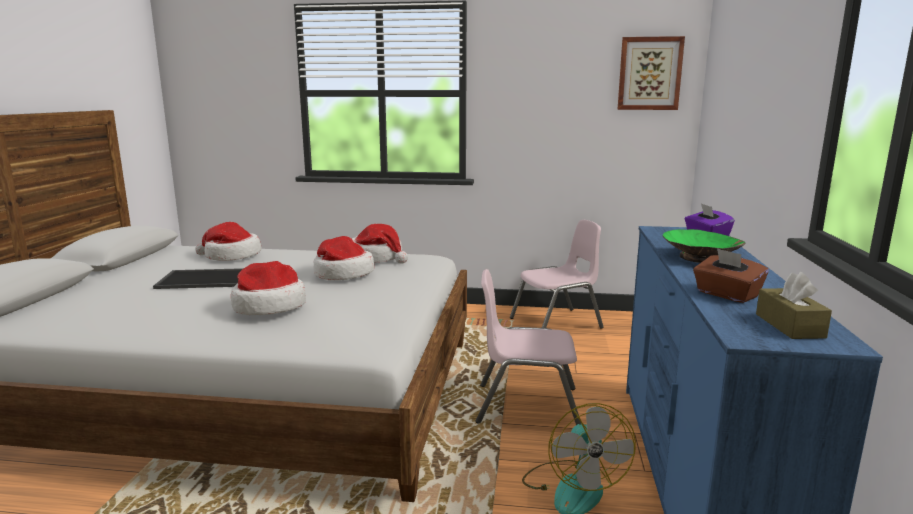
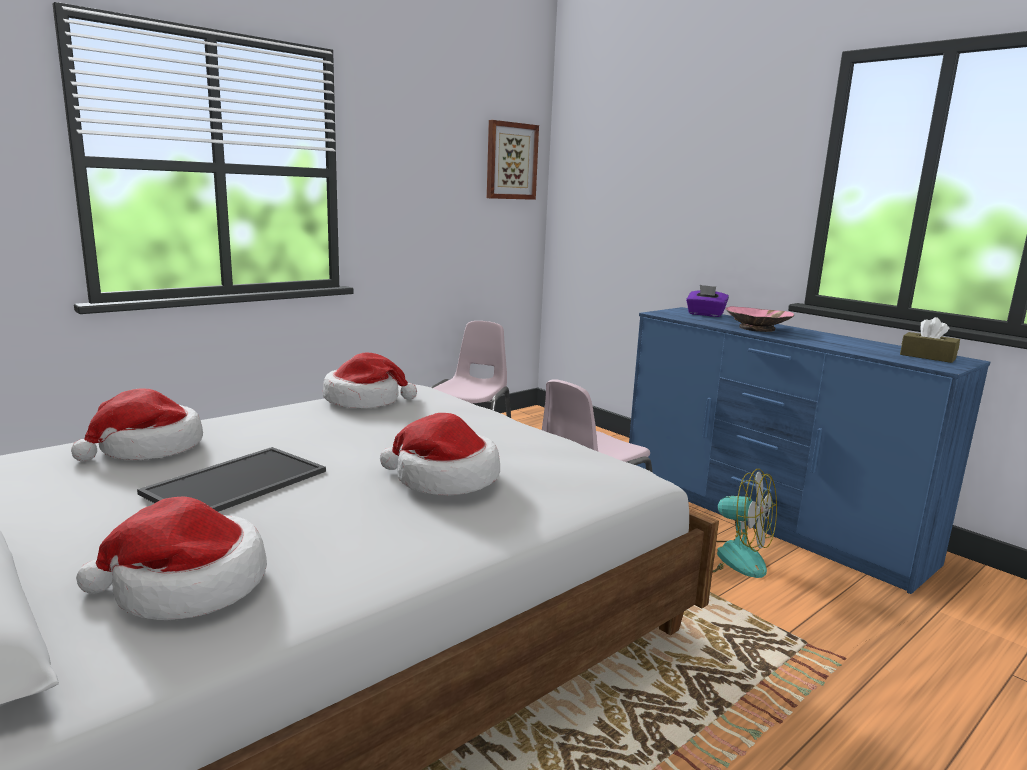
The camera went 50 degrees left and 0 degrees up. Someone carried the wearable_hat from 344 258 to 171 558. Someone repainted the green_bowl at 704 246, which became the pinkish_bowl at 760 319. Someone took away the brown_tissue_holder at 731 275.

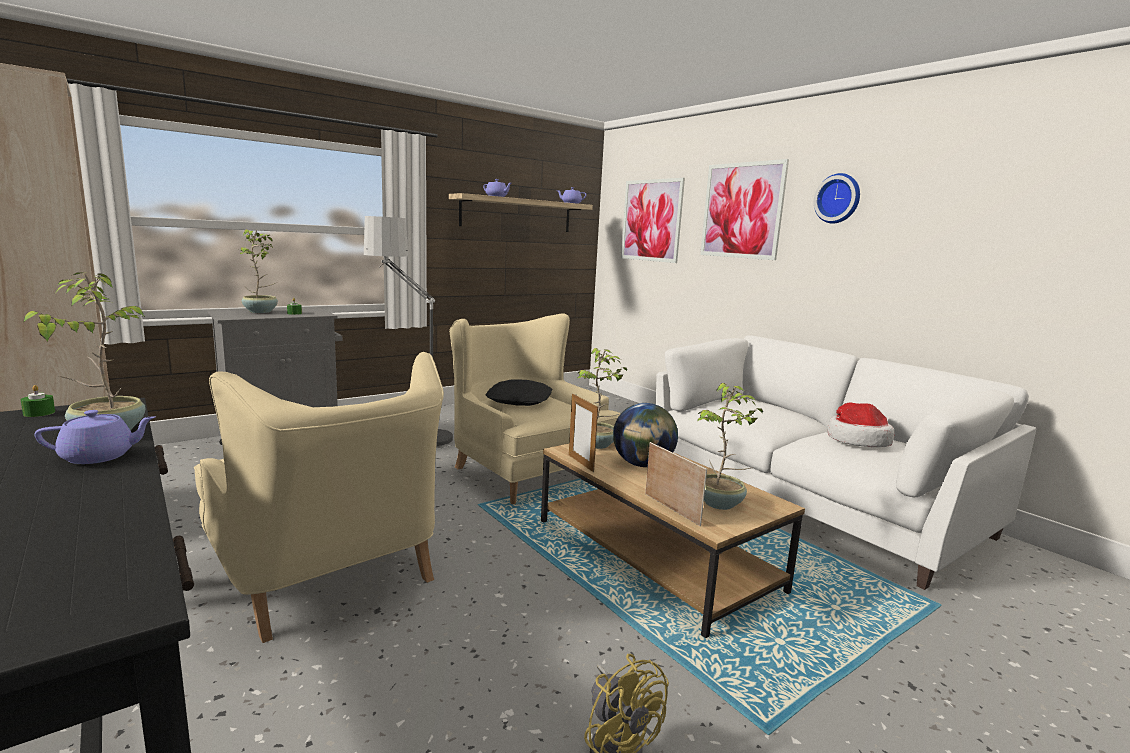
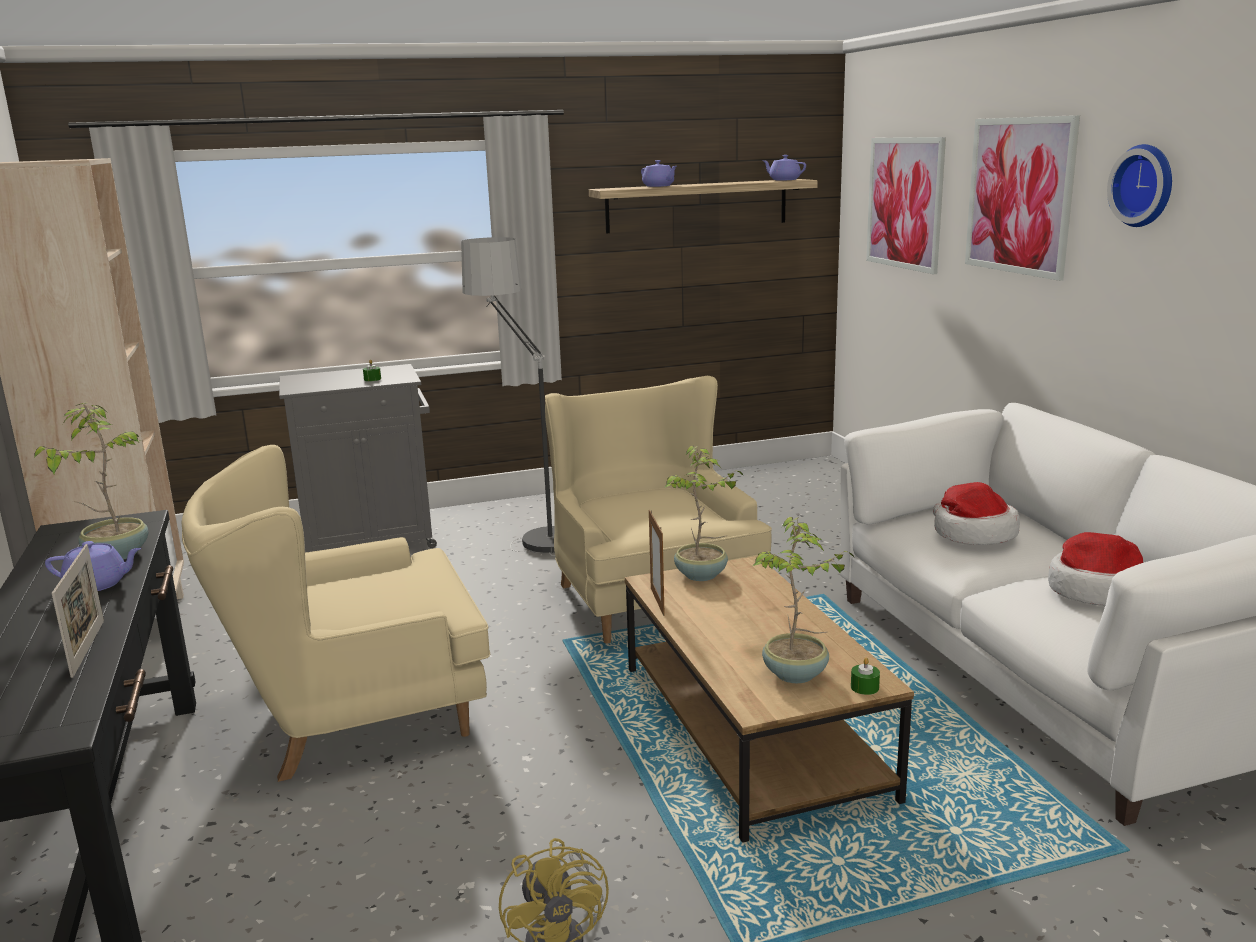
The camera went 20 degrees right and 5 degrees up. Someone carried the green_candle from 38 401 to 865 676. Someone rotated the beige-coloured_lounge_chair at 319 497 by 90 degrees clockwise. Someone took away the potted_plant at 257 271. Someone took away the black_cushion at 519 392. Someone took away the globe at 645 435. Someone carried the photo_frame from 676 484 to 77 611. Someone put down the wearable_hat at 976 513.

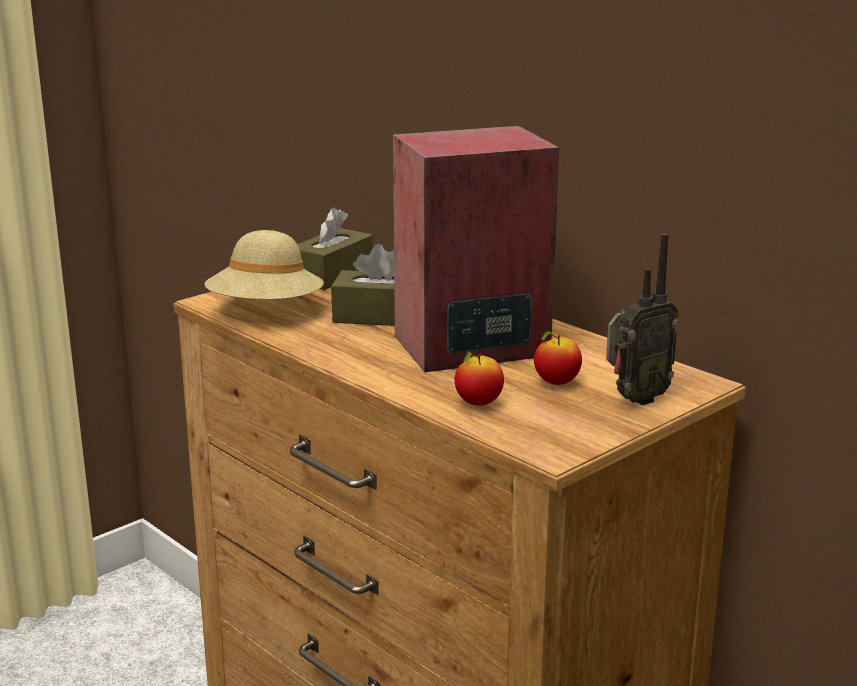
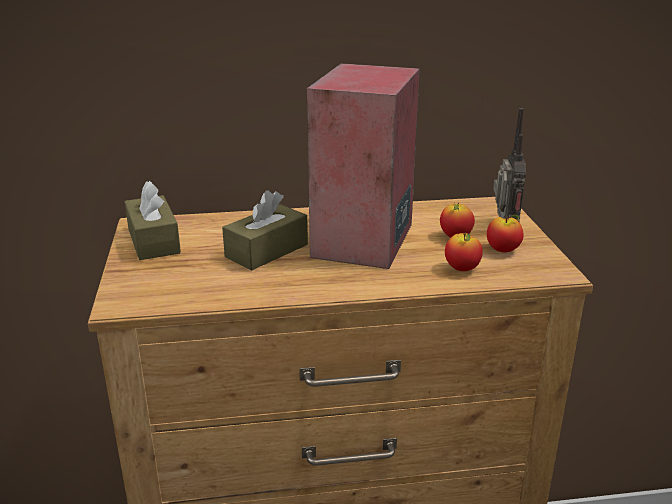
The camera went 55 degrees left and 5 degrees up. Someone took away the beige-coloured_wearable_hat at 264 265. Someone put down the apple_fruit at 505 233.

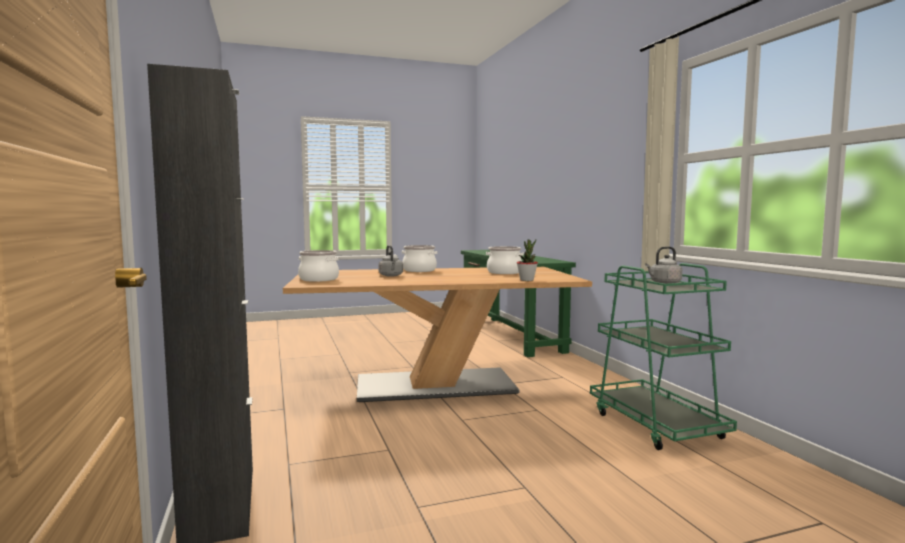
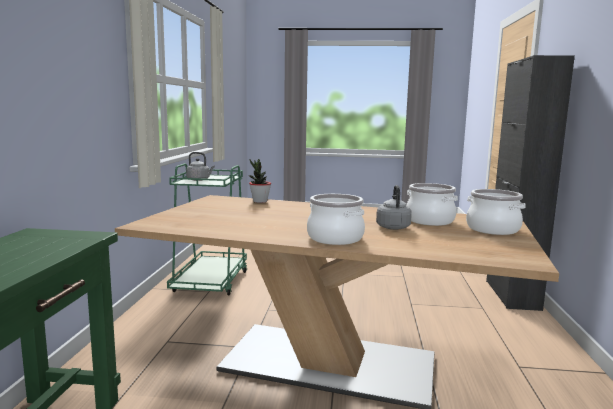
The camera went 155 degrees left and 5 degrees up. Someone carried the stockpot from 505 260 to 432 204.

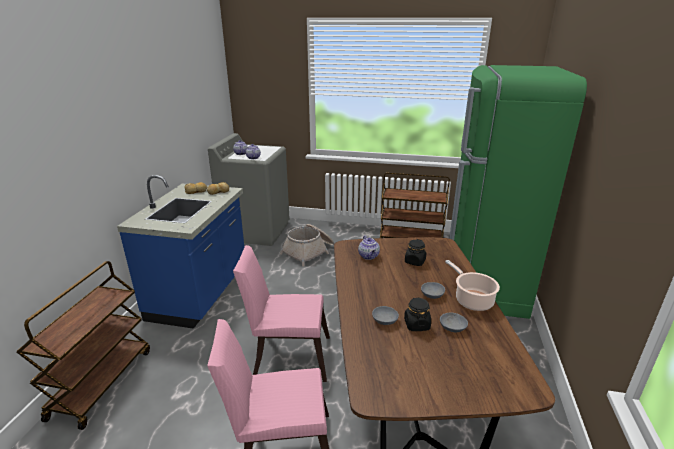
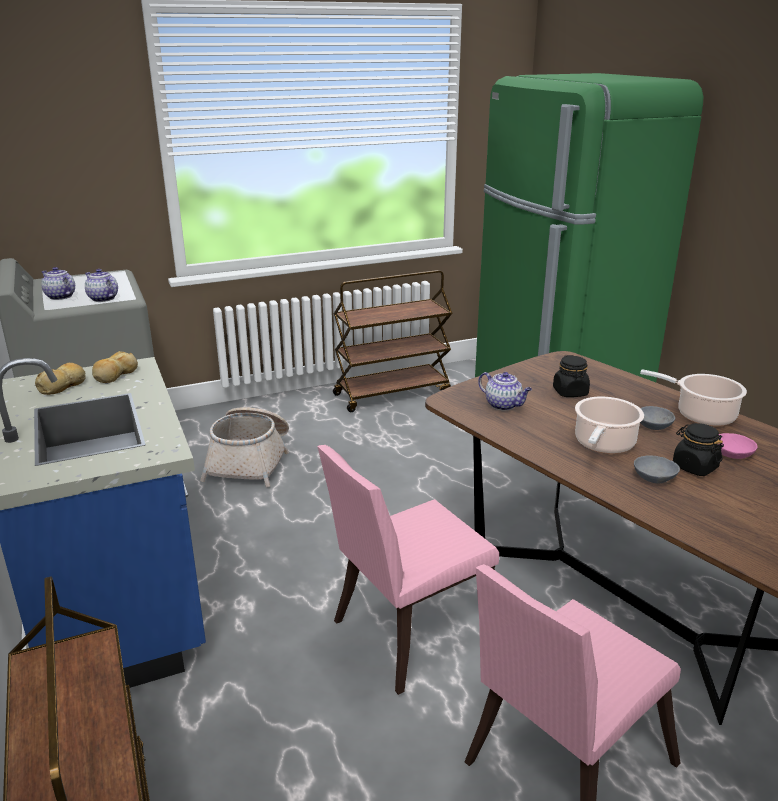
The camera went 35 degrees left and 0 degrees up. Someone repainted the greyish_bowl at 454 322, which became the pinkish_bowl at 738 446. Someone put down the stockpot at 609 425.

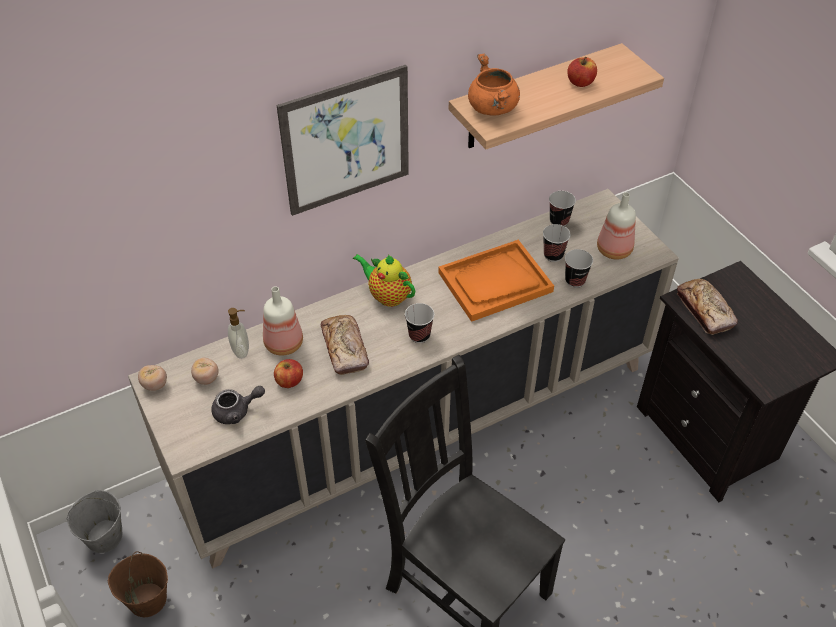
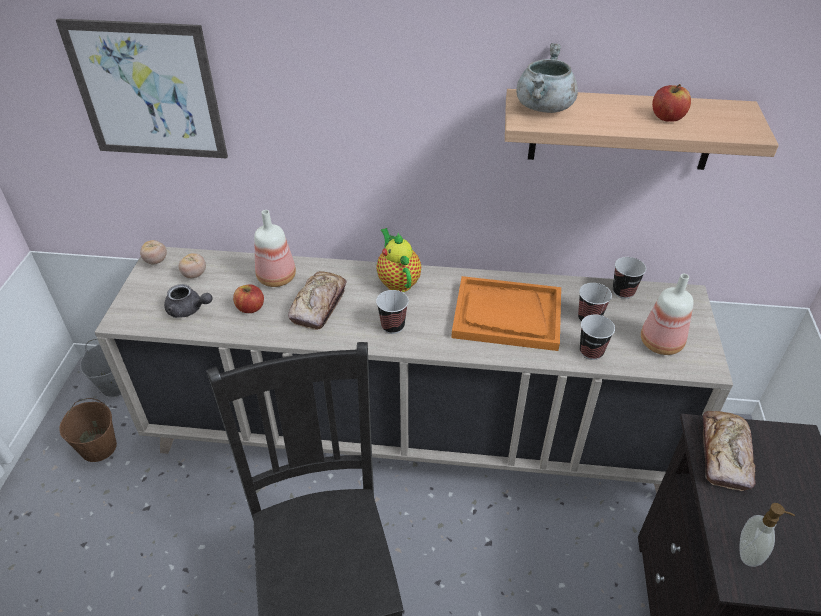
The camera went 35 degrees right and 5 degrees down. Someone carried the soap_dispenser from 238 333 to 767 535. Someone carried the picture from 342 140 to 142 88. Someone repainted the orangey_stockpot at 494 84, which became the greyish_stockpot at 547 78.

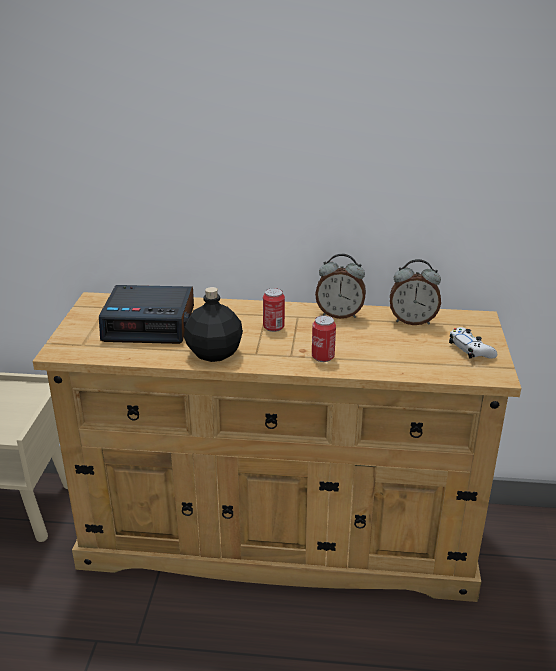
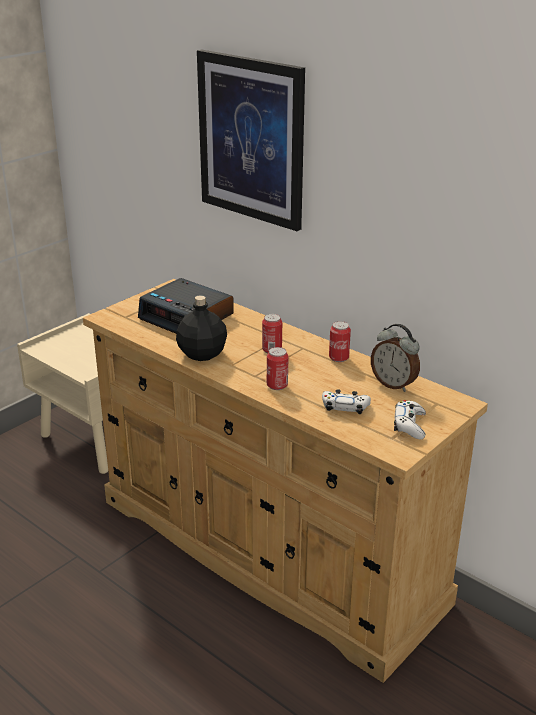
The camera went 35 degrees right and 0 degrees up. Someone swapped the alarm_clock at 340 286 for the can at 340 341. Someone put up the picture at 251 140. Someone put down the whitish_joypad at 346 401.

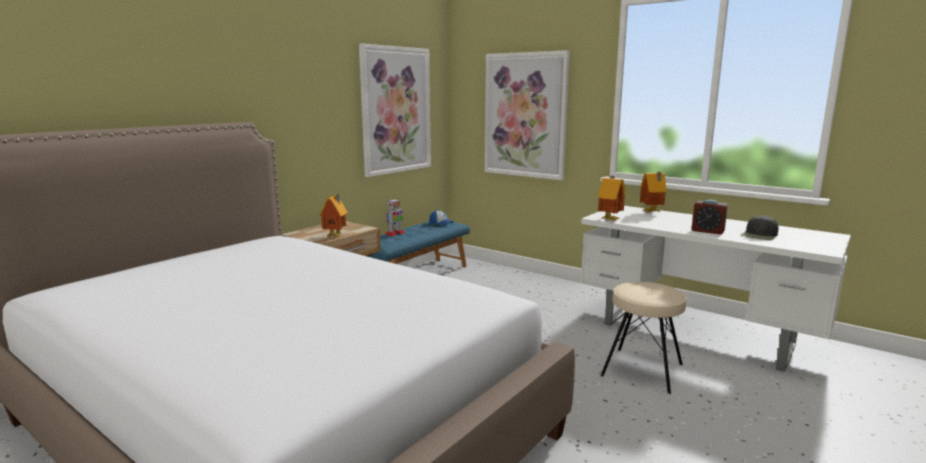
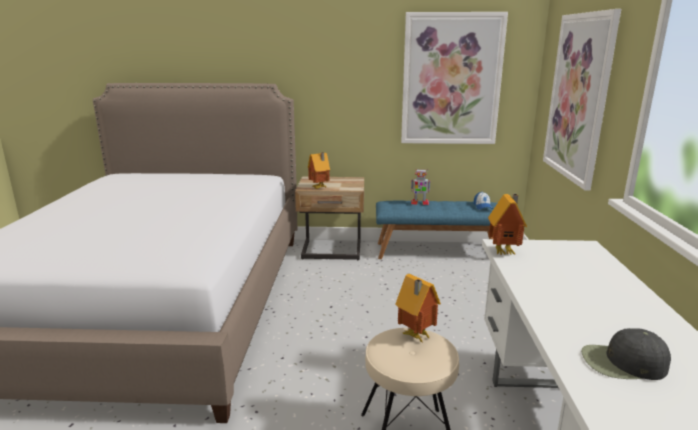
The camera went 55 degrees right and 5 degrees up. Someone carried the toy_house from 653 192 to 418 308. Someone took away the alarm_clock at 710 217.

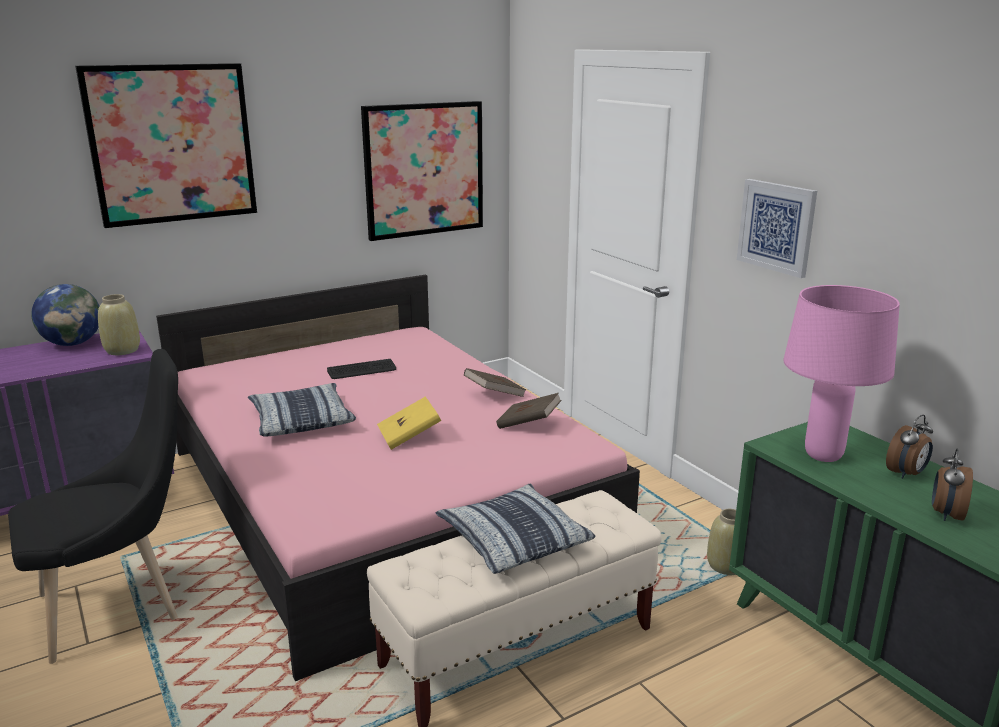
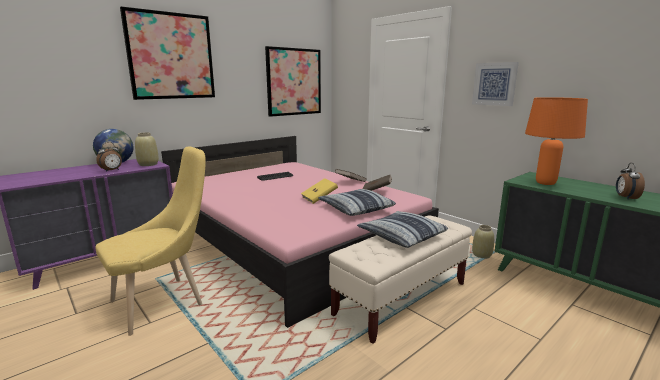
The camera went 10 degrees left and 5 degrees down. Someone repainted the black_plain_chair at 93 506, which became the yellow-coloured_plain_chair at 150 241. Someone carried the cushion from 302 409 to 357 202. Someone repainted the pinkish_lamp_for_a_table at 841 373, which became the orangey_lamp_for_a_table at 556 141. Someone carried the alarm_clock from 909 447 to 109 157.

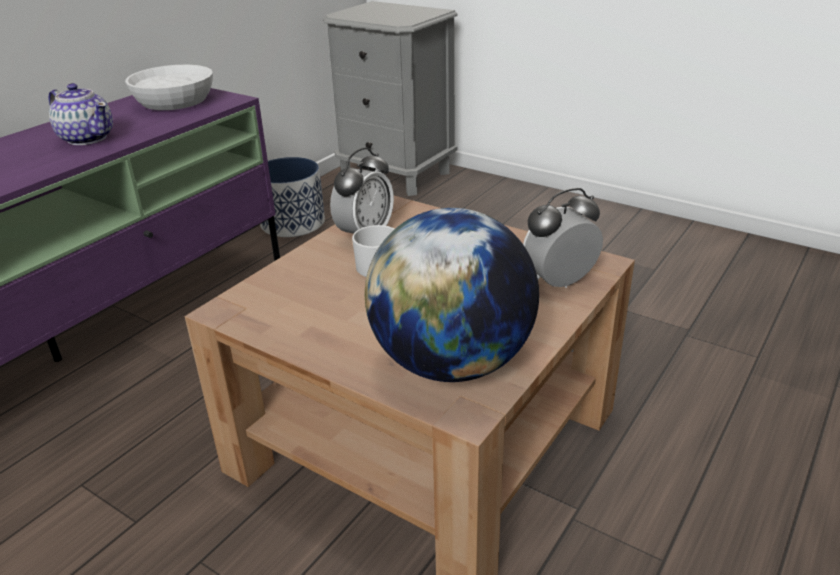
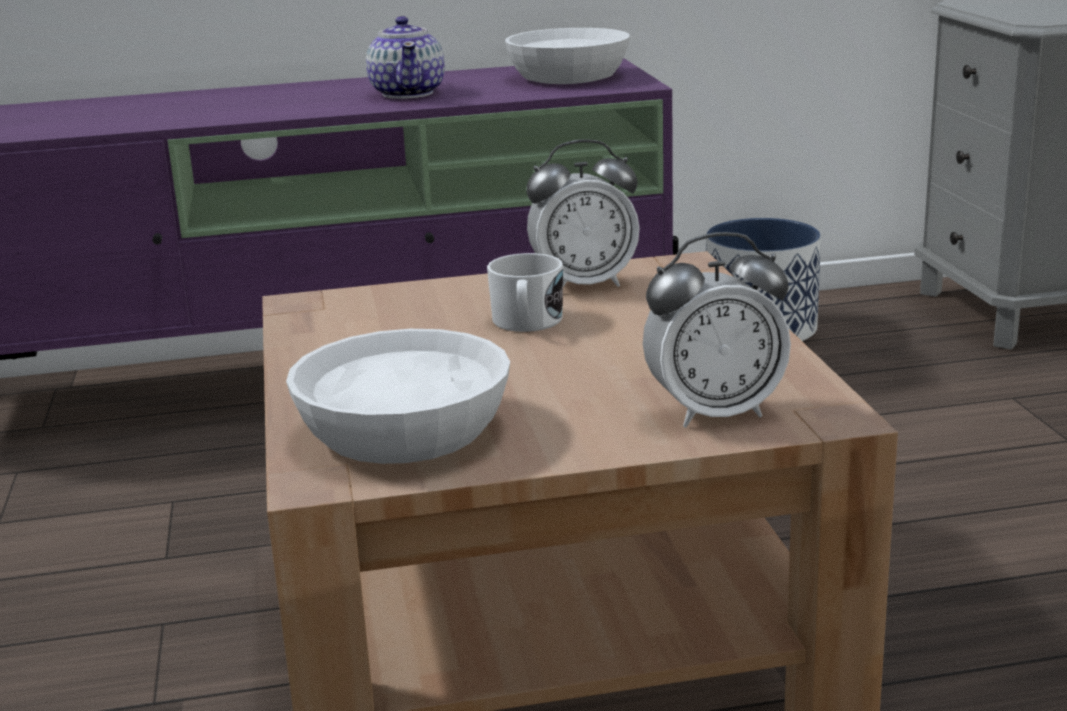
The camera went 45 degrees right and 10 degrees down. Someone swapped the globe at 452 295 for the whitish_bowl at 398 396. Someone rotated the alarm_clock at 563 238 by 150 degrees clockwise.

